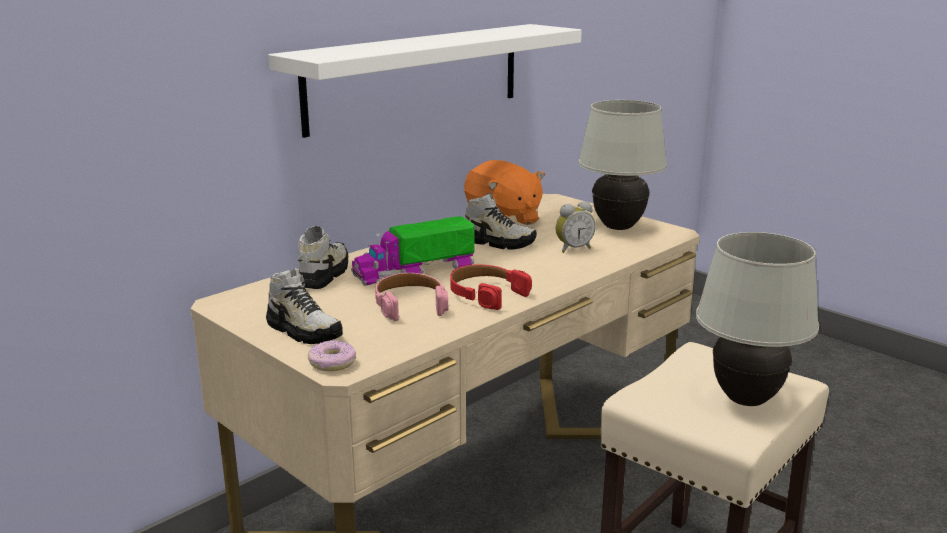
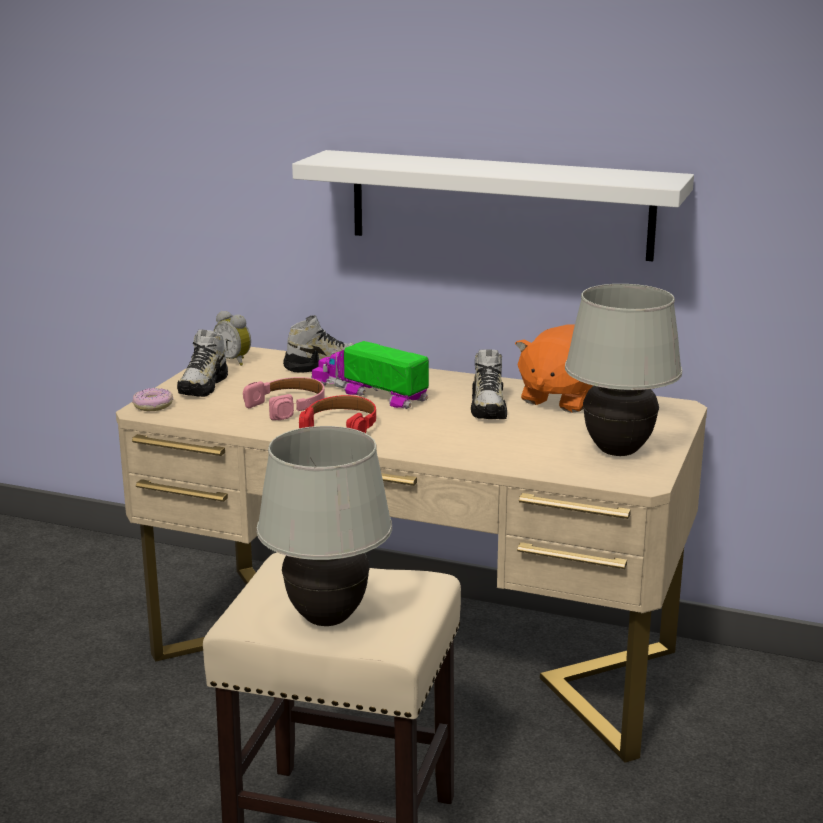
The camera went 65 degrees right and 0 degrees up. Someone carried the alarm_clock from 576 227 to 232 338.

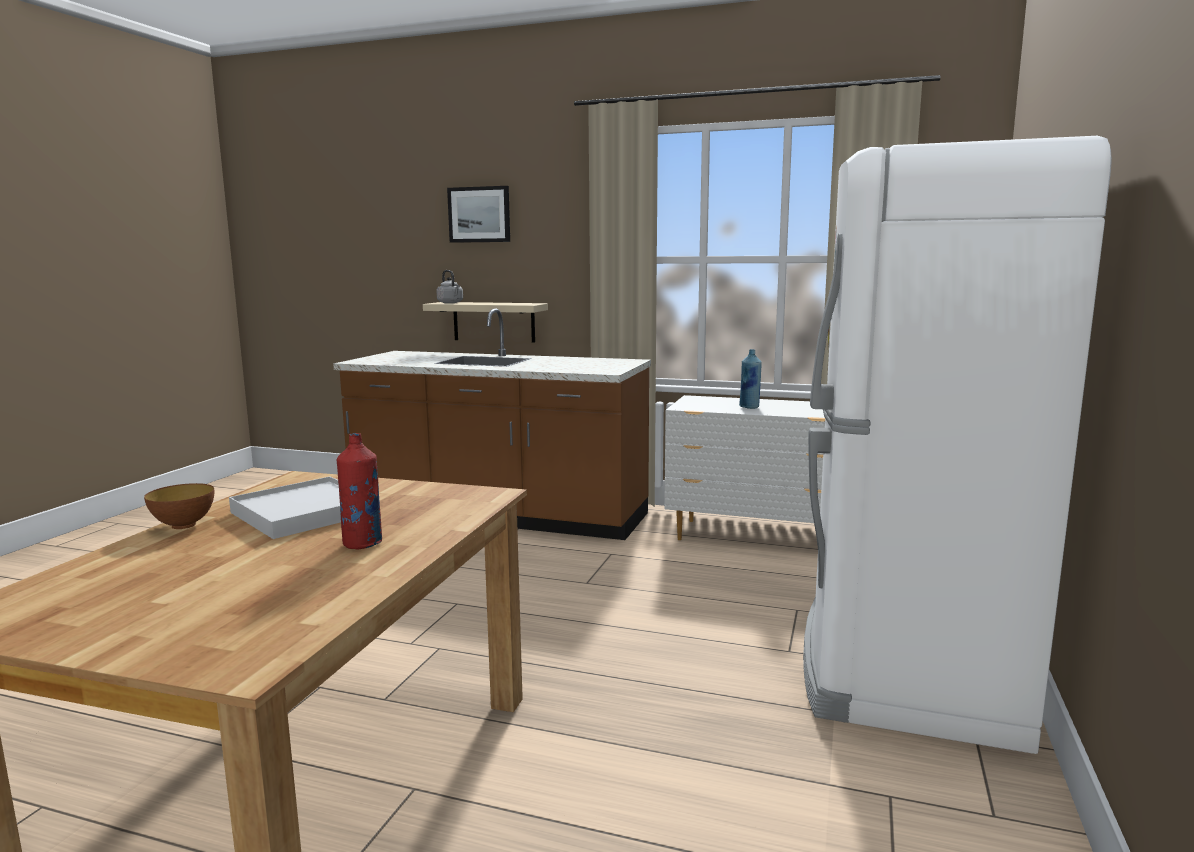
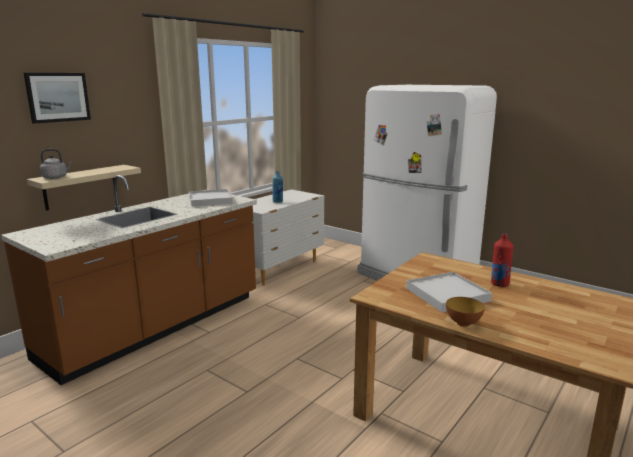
The camera went 70 degrees left and 5 degrees up. Someone put down the whitish_carrying_tray at 211 197.

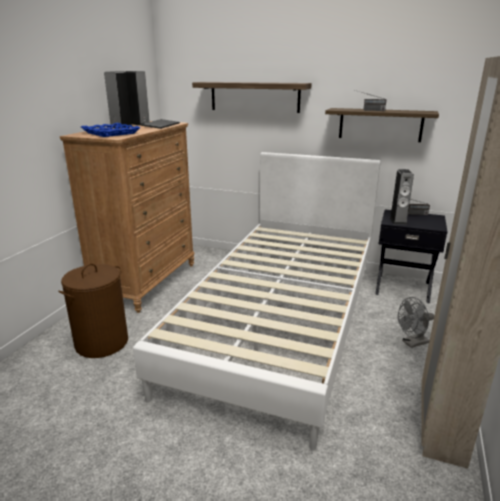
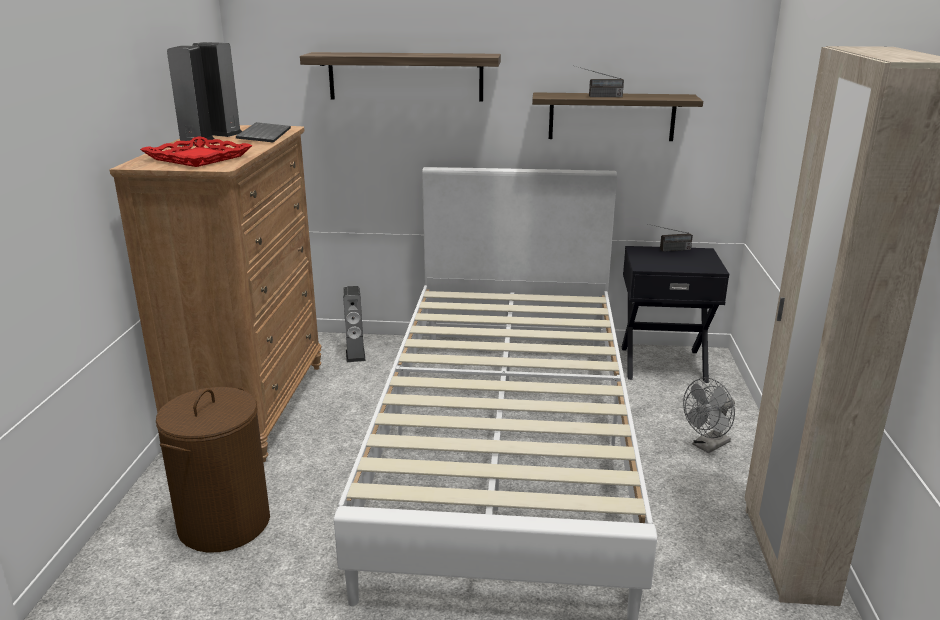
The camera went 15 degrees left and 0 degrees up. Someone repainted the blue-coloured_carrying_tray at 110 130, which became the red_carrying_tray at 196 151. Someone carried the speaker from 402 197 to 354 324.

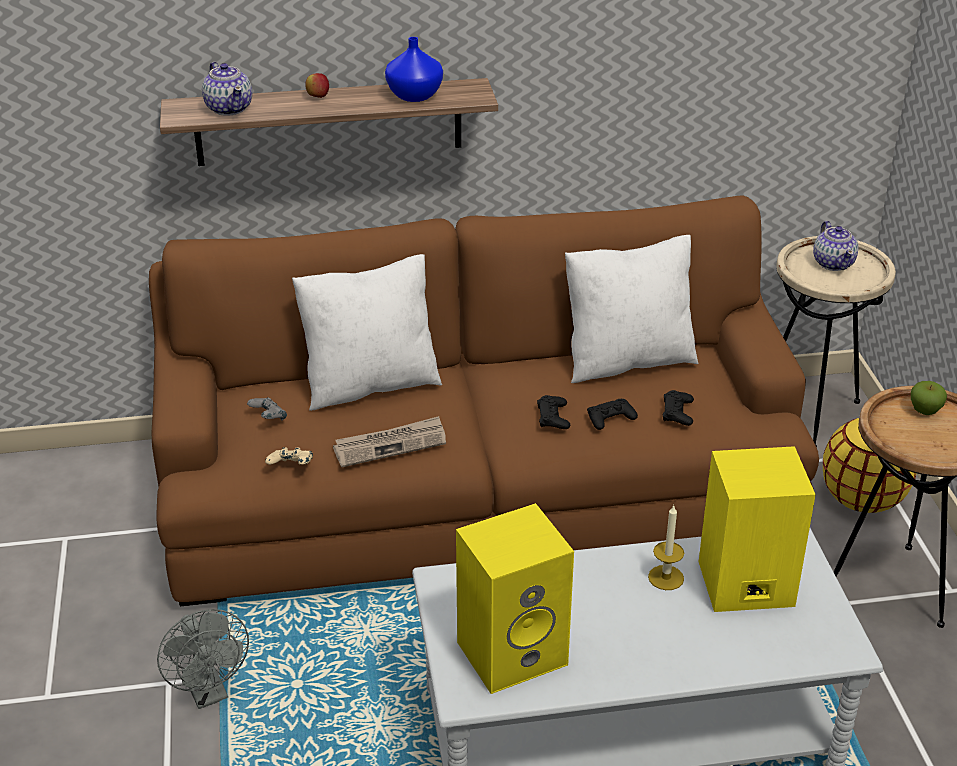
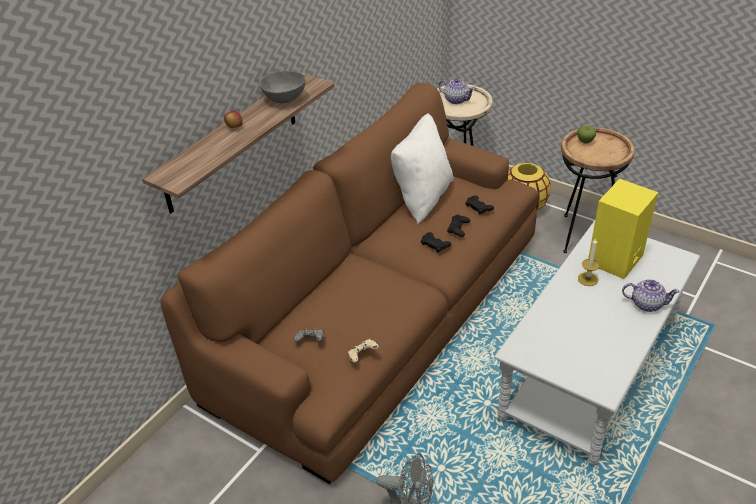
The camera went 45 degrees left and 5 degrees up. Someone carried the tea_pot from 227 89 to 651 295. Someone took away the whitish_cushion at 367 332. Someone took away the daily_paper at 389 441. Someone swapped the blue-coloured_vase at 414 69 for the greyish_bowl at 282 87. Someone took away the yellow-coloured_speaker at 515 598.

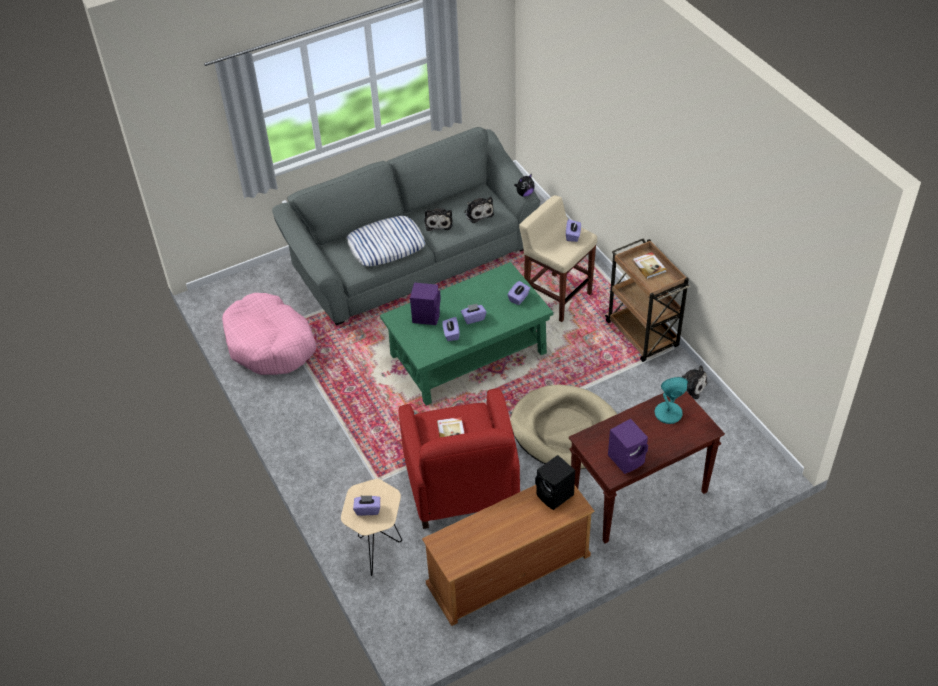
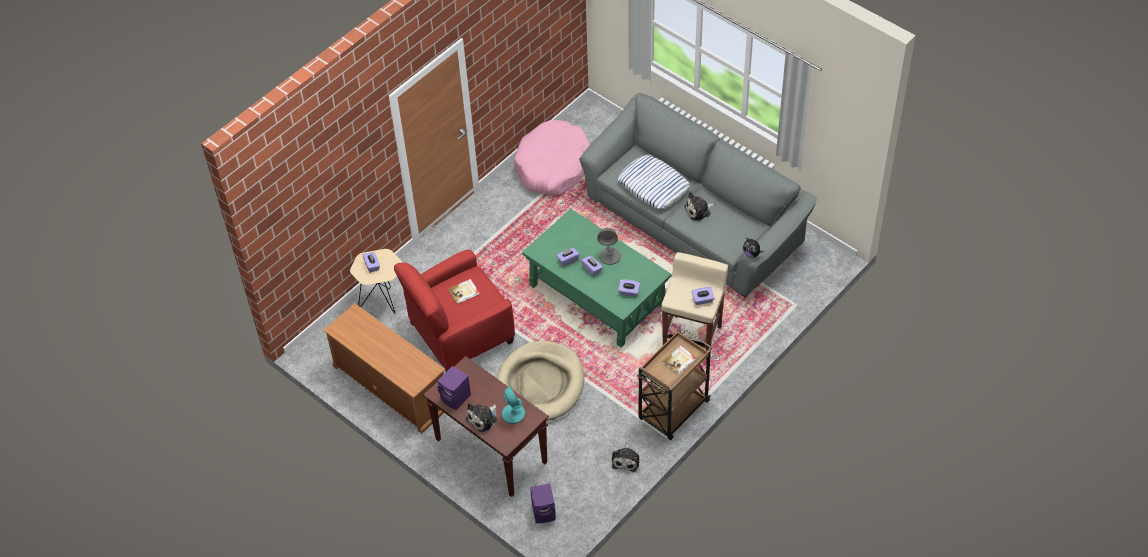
The camera went 70 degrees right and 5 degrees up. Someone carried the purplish_speaker from 425 304 to 543 503. Someone carried the cuddly_toy from 479 210 to 481 417. Someone took away the black_speaker at 555 482. Someone put down the greyish_lamp_for_a_table at 609 246.

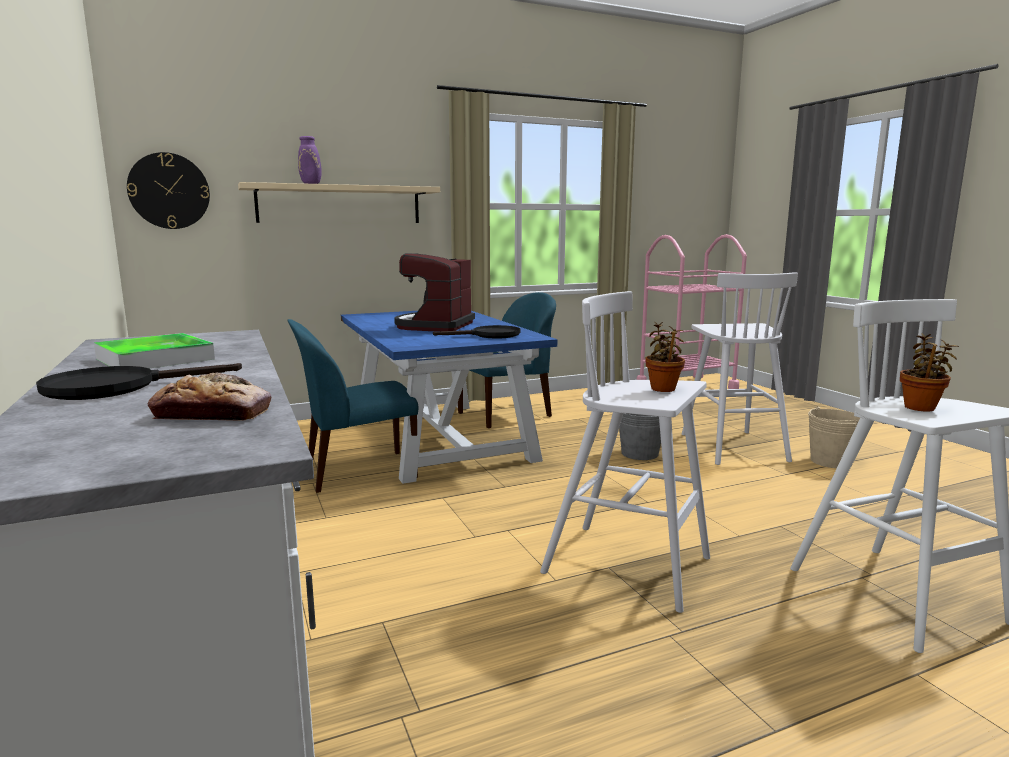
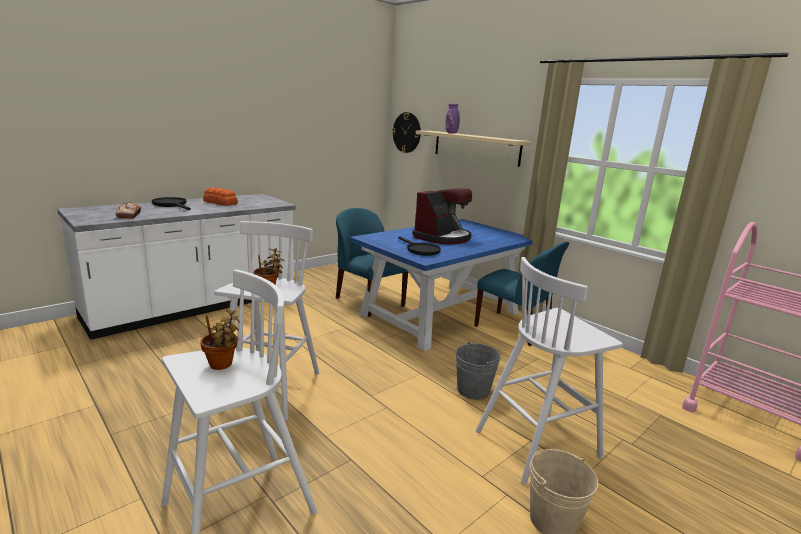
The camera went 70 degrees right and 5 degrees up. Someone swapped the carrying_tray at 154 350 for the baked_bread at 220 196. Someone rotated the coffee_machine at 434 292 by 135 degrees clockwise.

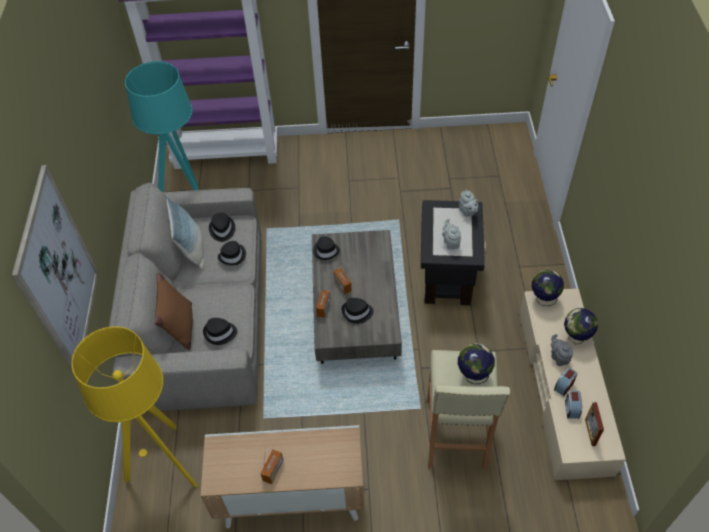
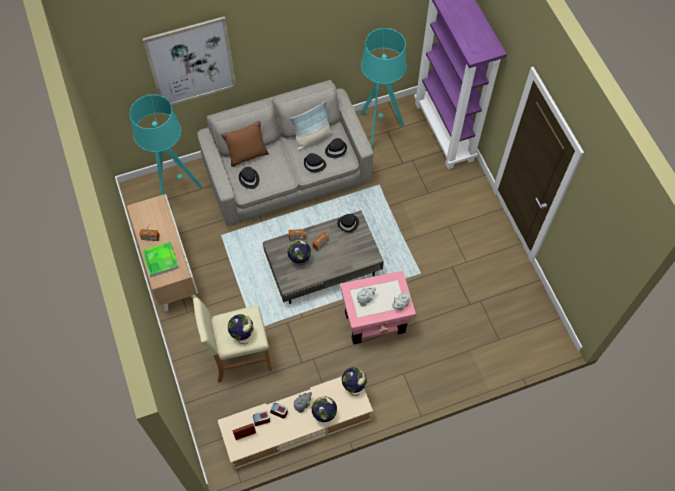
The camera went 70 degrees right and 10 degrees up. Someone repainted the yellow-coloured_standing_lamp at 135 407, which became the blue-green_standing_lamp at 166 144. Someone swapped the black_wearable_hat at 358 311 for the globe at 299 252. Someone repainted the black_end_table at 454 252, which became the pinkish_end_table at 378 307. Someone put down the carrying_tray at 161 259.

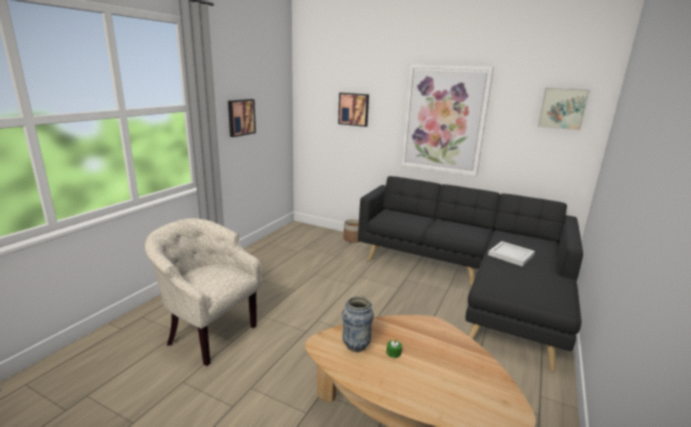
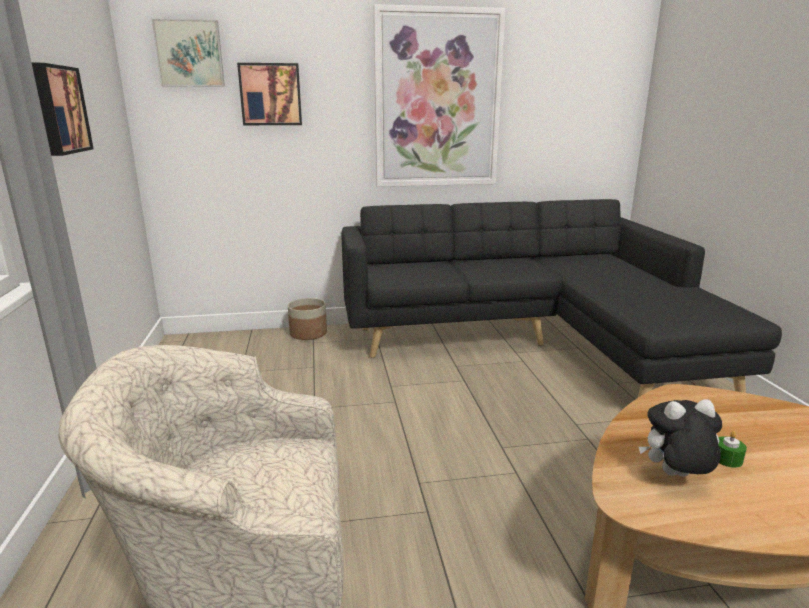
The camera went 35 degrees left and 0 degrees up. Someone swapped the vase at 358 324 for the cuddly_toy at 680 438. Someone took away the whitish_carrying_tray at 511 254. Someone carried the picture from 564 109 to 188 53.

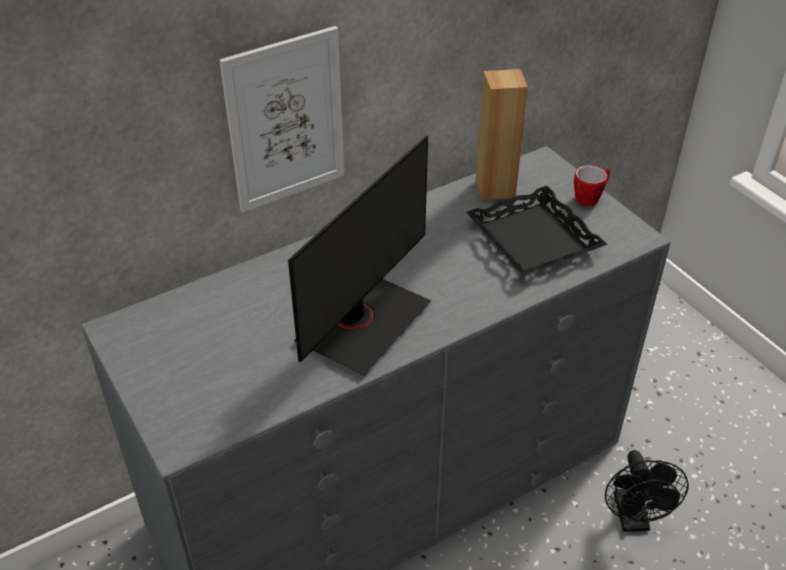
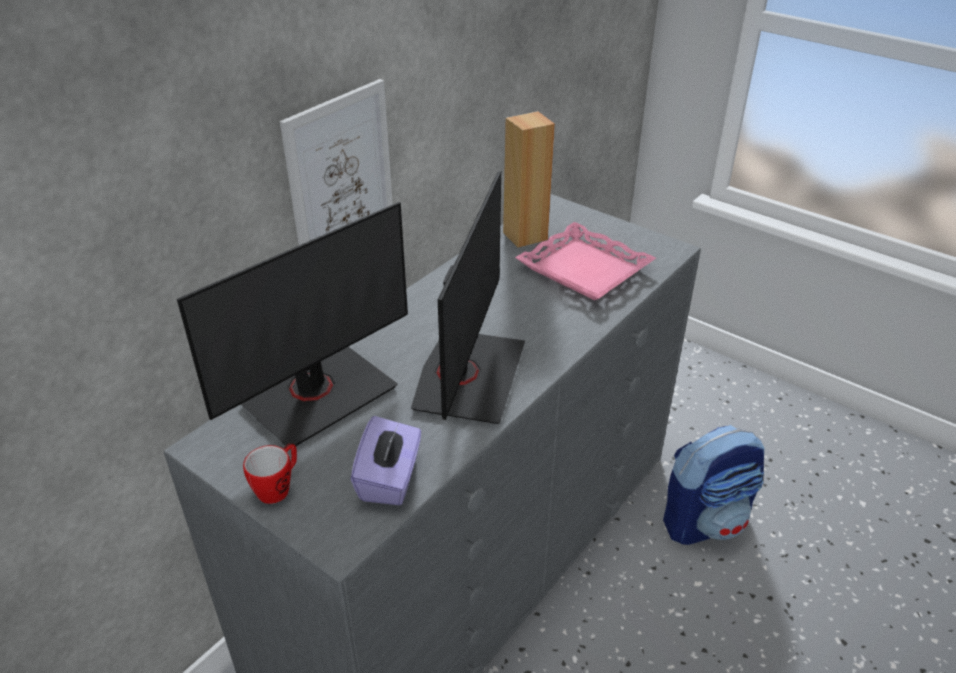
The camera went 20 degrees left and 5 degrees down. Someone repainted the black_carrying_tray at 537 230, which became the pinkish_carrying_tray at 585 261. Someone carried the mug from 592 185 to 270 473. Someone swapped the black_fan at 647 491 for the knapsack at 714 485. Someone put down the monitor at 292 324. Someone put down the purplish_tissue_holder at 386 460.

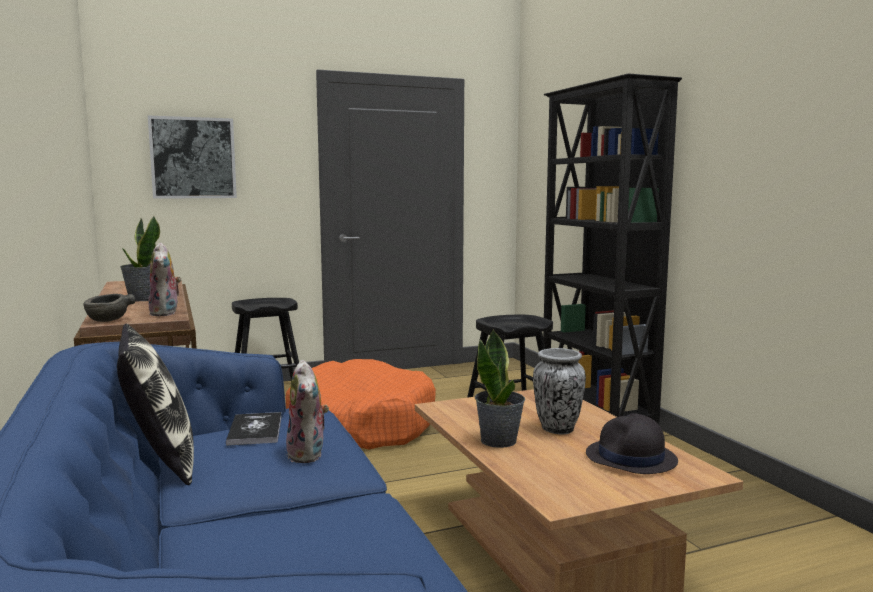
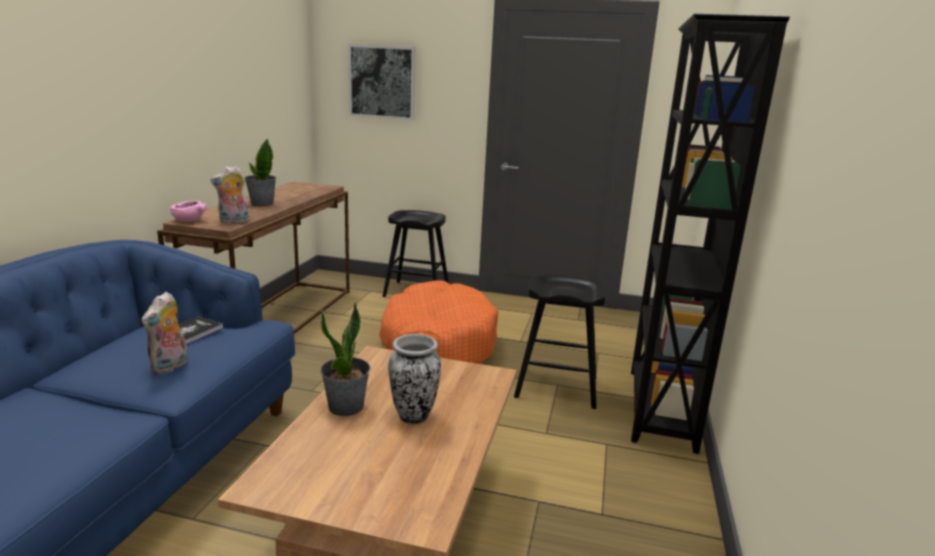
The camera went 35 degrees right and 10 degrees up. Someone repainted the greyish_bowl at 109 308, which became the pinkish_bowl at 189 211. Someone took away the cushion at 155 404. Someone rotated the cuddly_toy at 165 279 by 45 degrees clockwise. Someone took away the black_wearable_hat at 632 443.

